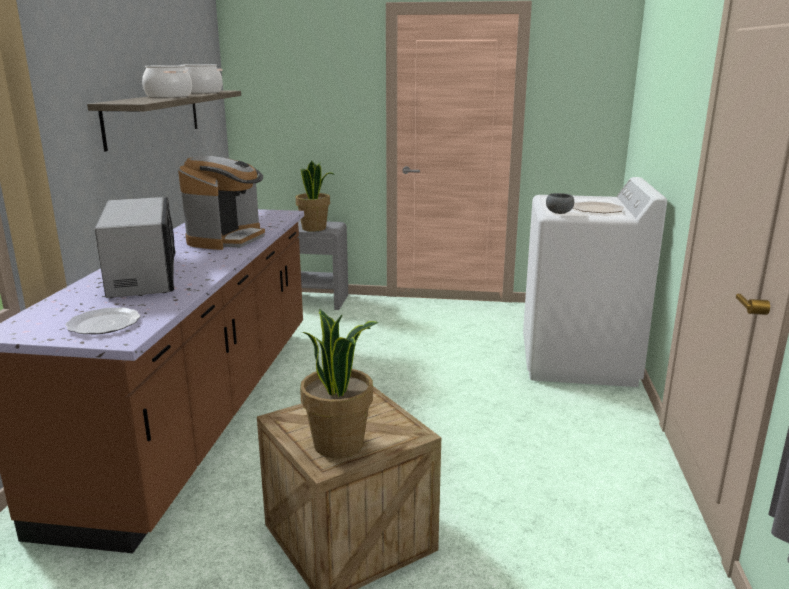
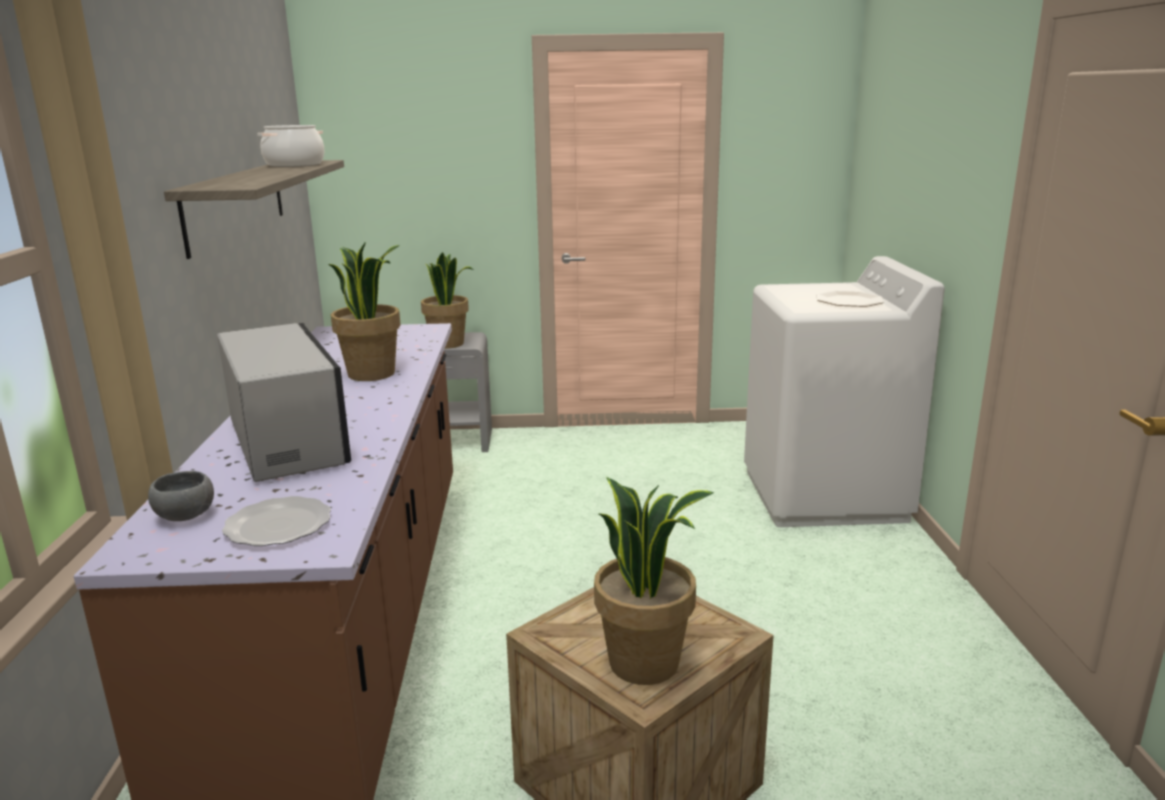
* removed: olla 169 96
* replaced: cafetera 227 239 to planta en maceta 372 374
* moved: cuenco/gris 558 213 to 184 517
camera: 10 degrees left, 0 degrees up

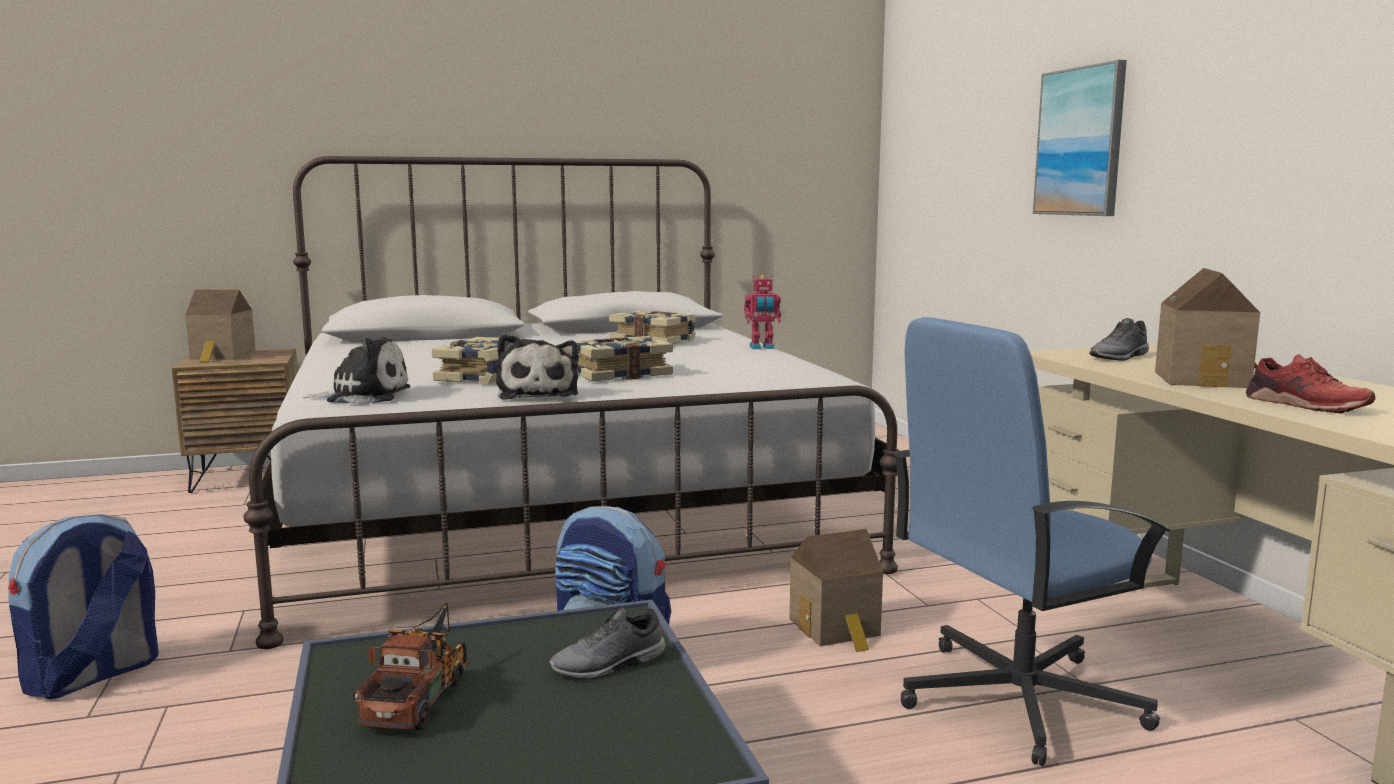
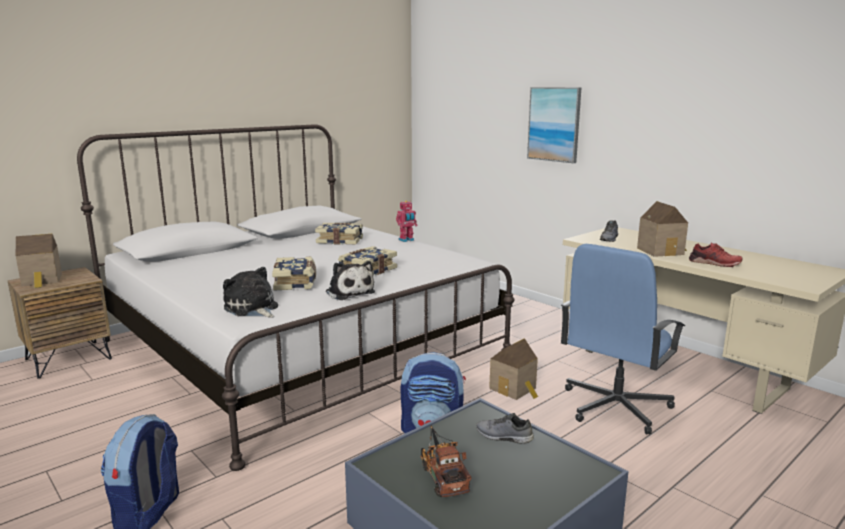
* turned: peluche 364 396 = 252 309 105 degrees counterclockwise
* turned: zapato/gris 609 666 = 503 437 75 degrees clockwise
camera: 25 degrees left, 5 degrees up

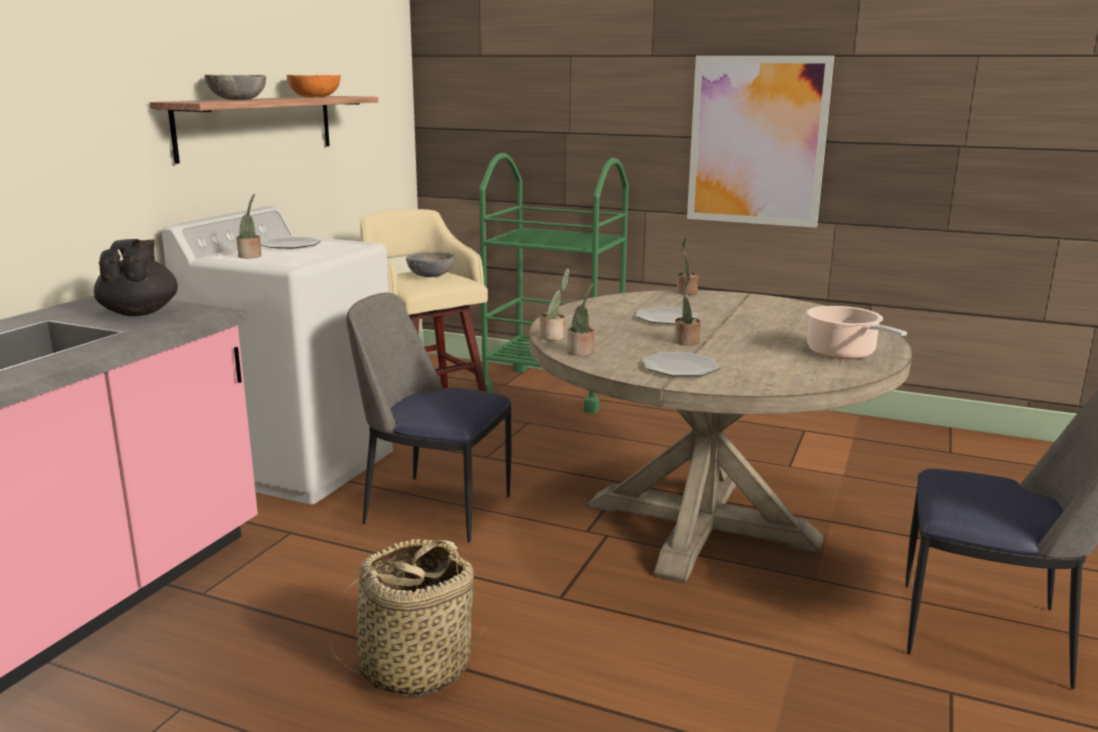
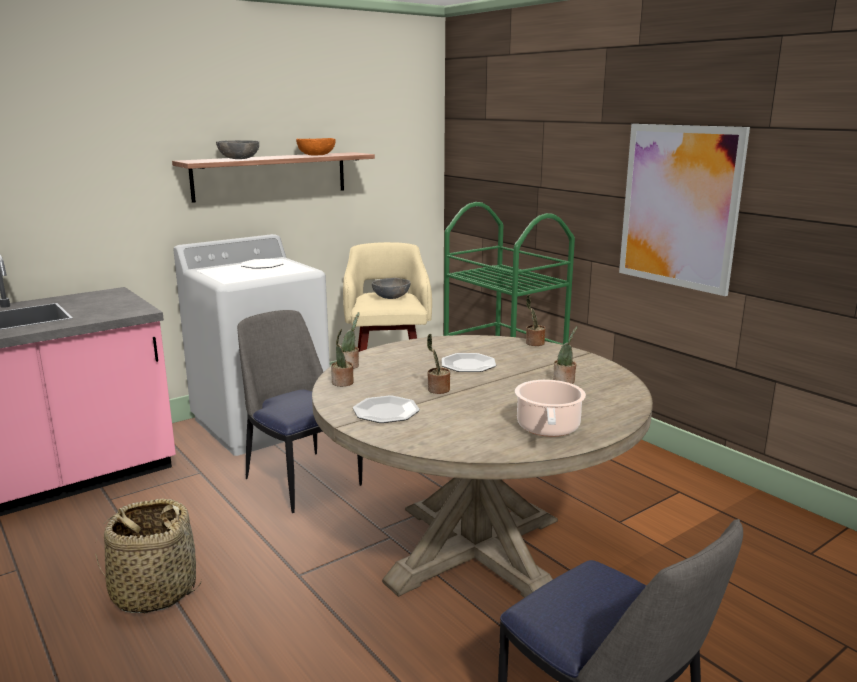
* removed: tetera/negro 140 312
* moved: planta en maceta 251 256 to 564 381
camera: 30 degrees right, 0 degrees up

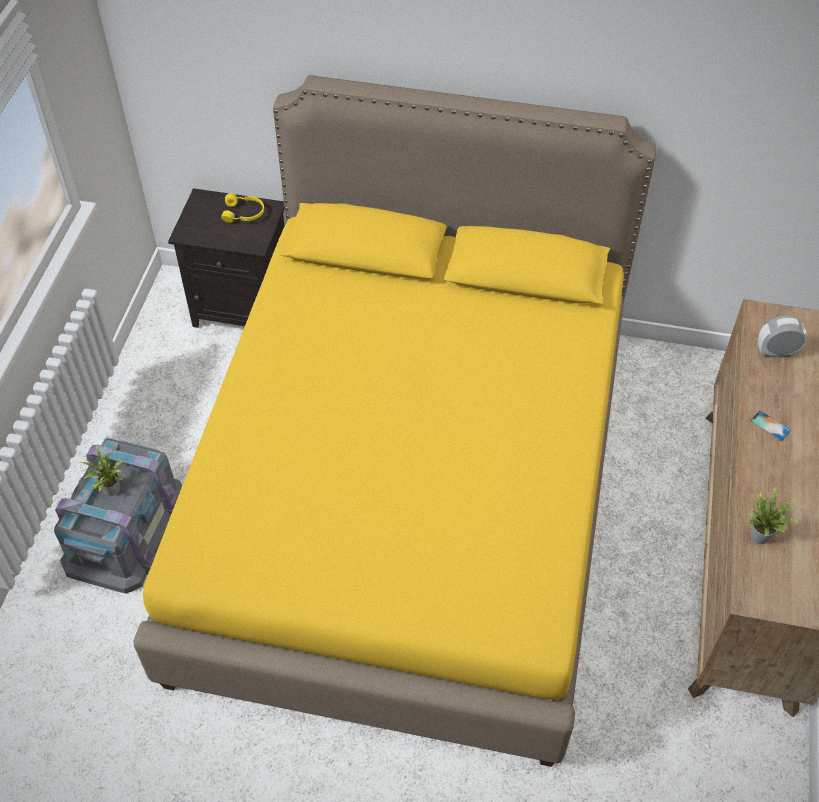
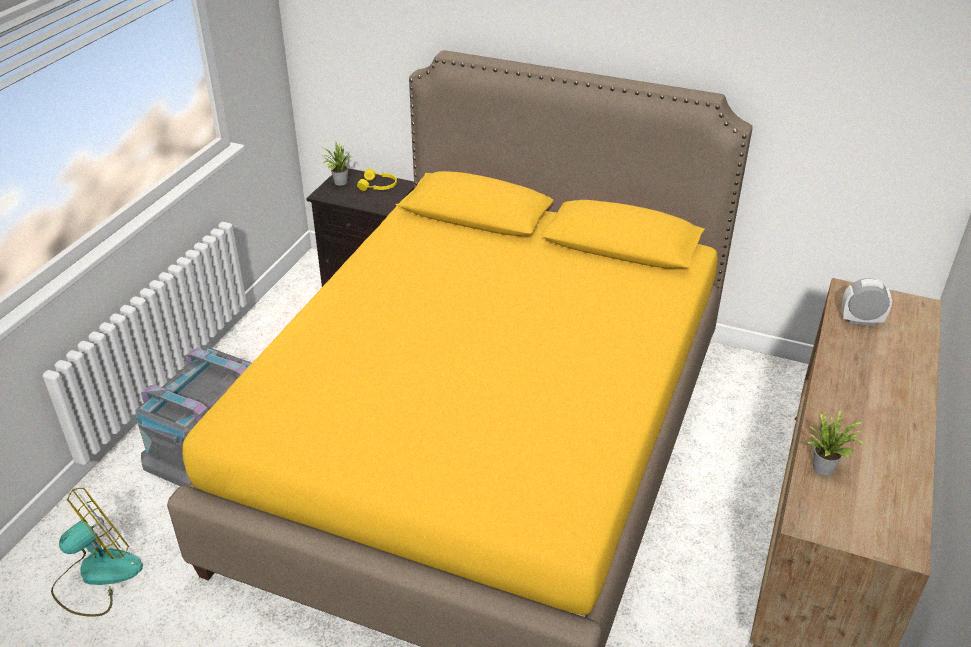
* moved: planta en maceta 109 490 to 339 182
* removed: móvil 770 426
* added: ventilador 97 576
camera: 10 degrees right, 15 degrees down

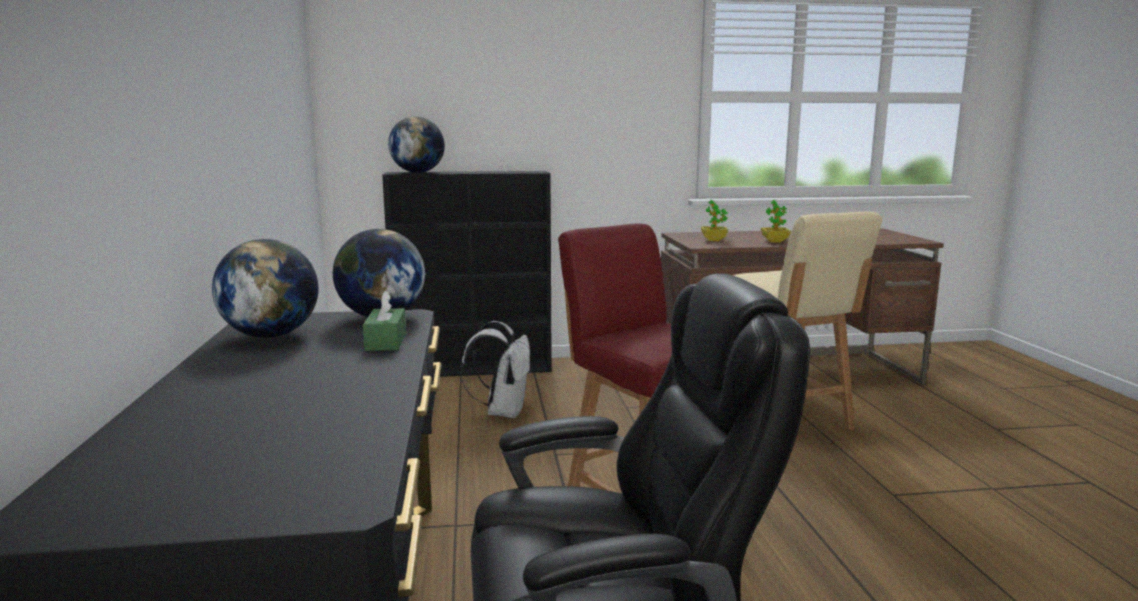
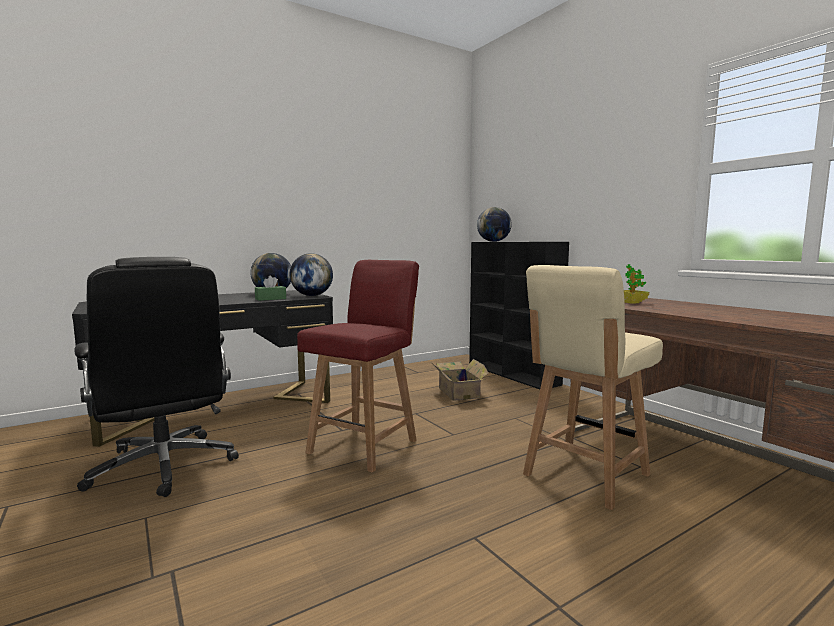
* replaced: mochila/blanco 503 412 to caja de cartón 458 392
* removed: planta en maceta 774 241
camera: 65 degrees right, 5 degrees down

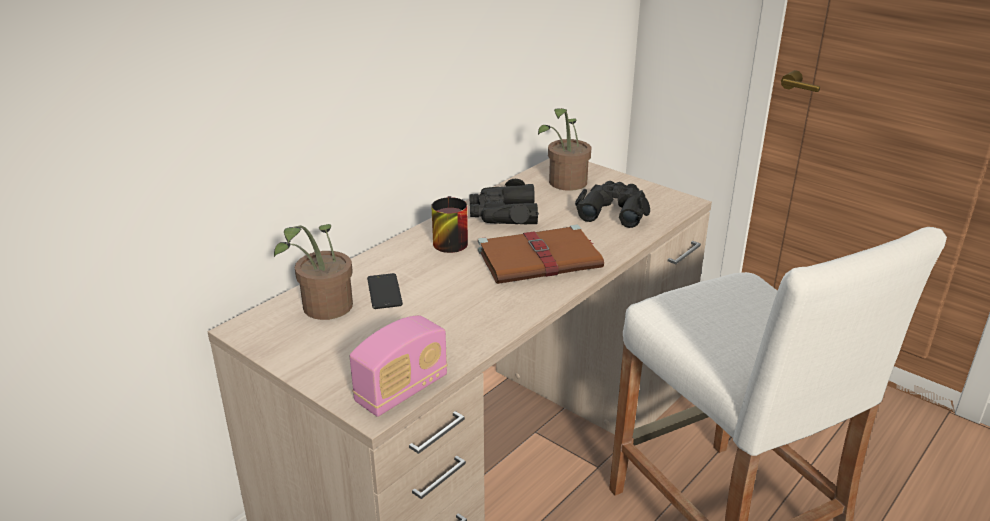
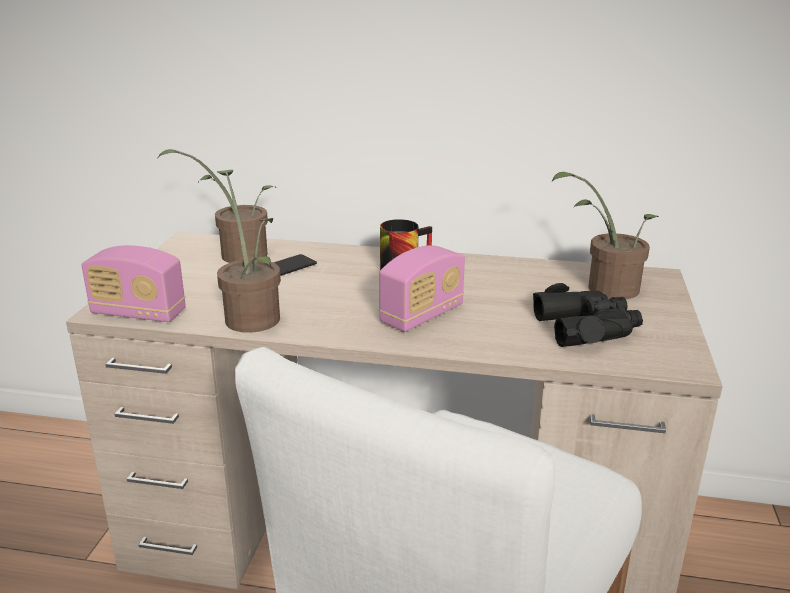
* removed: prismáticos/negro 503 214
* replaced: libro/marrón 541 259 to radio 422 315
* added: planta en maceta 252 315
camera: 60 degrees right, 5 degrees down

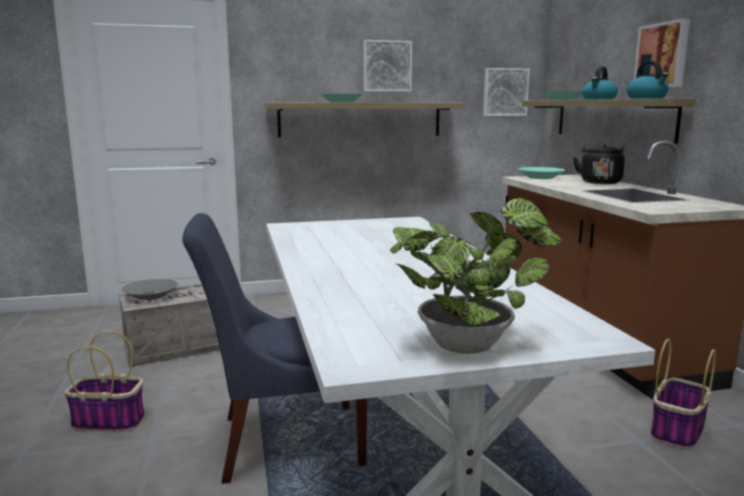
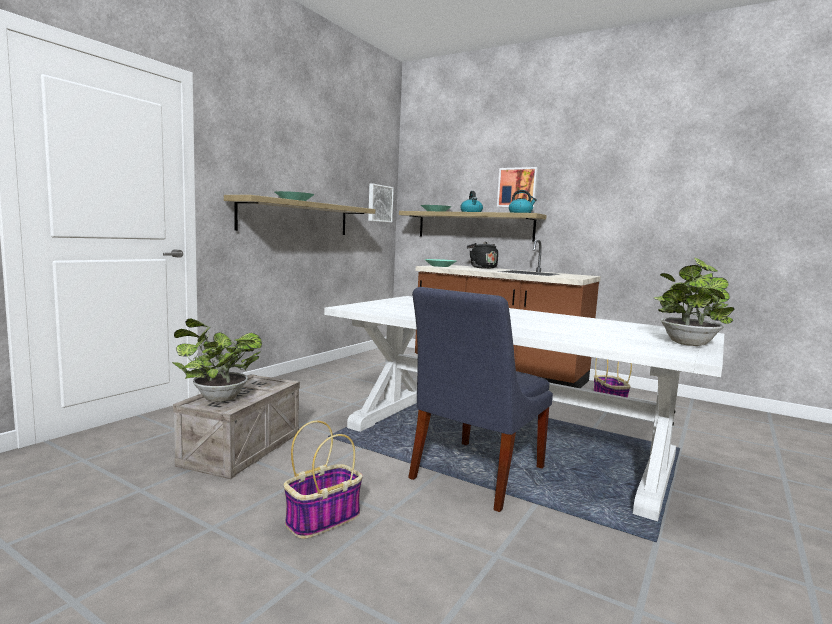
* replaced: cuenco/gris 150 296 to planta en maceta 217 398
* removed: cuadro 386 66
camera: 45 degrees left, 5 degrees down

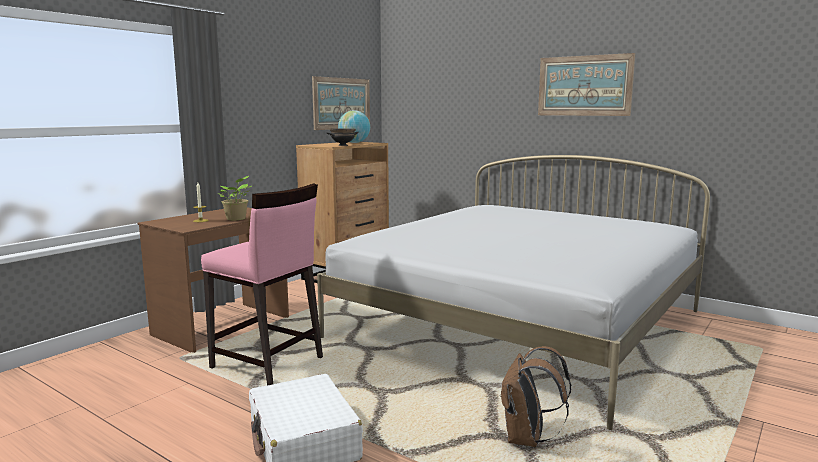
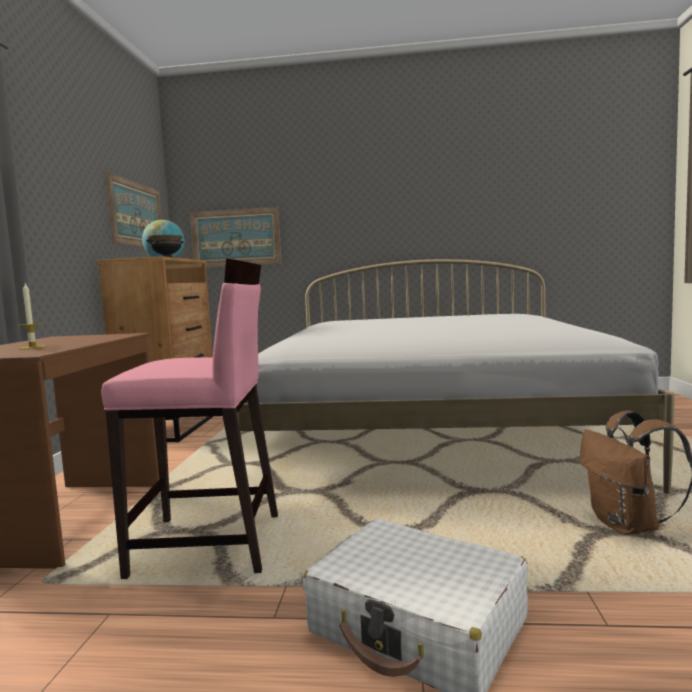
* removed: planta en maceta 236 219
* moved: cuadro 584 86 to 236 238
camera: 30 degrees left, 5 degrees down

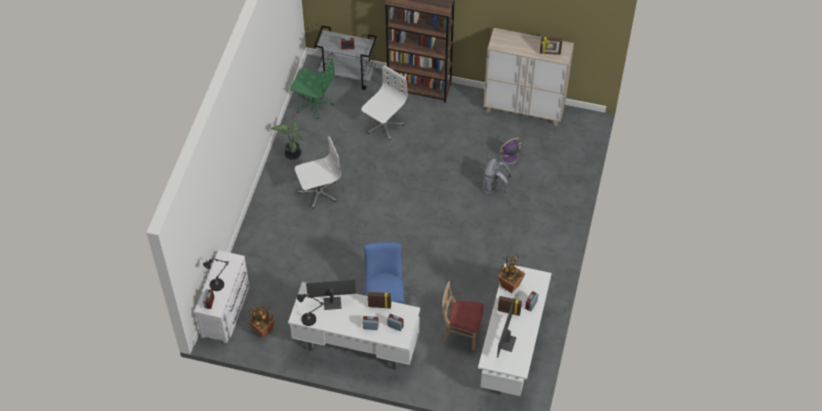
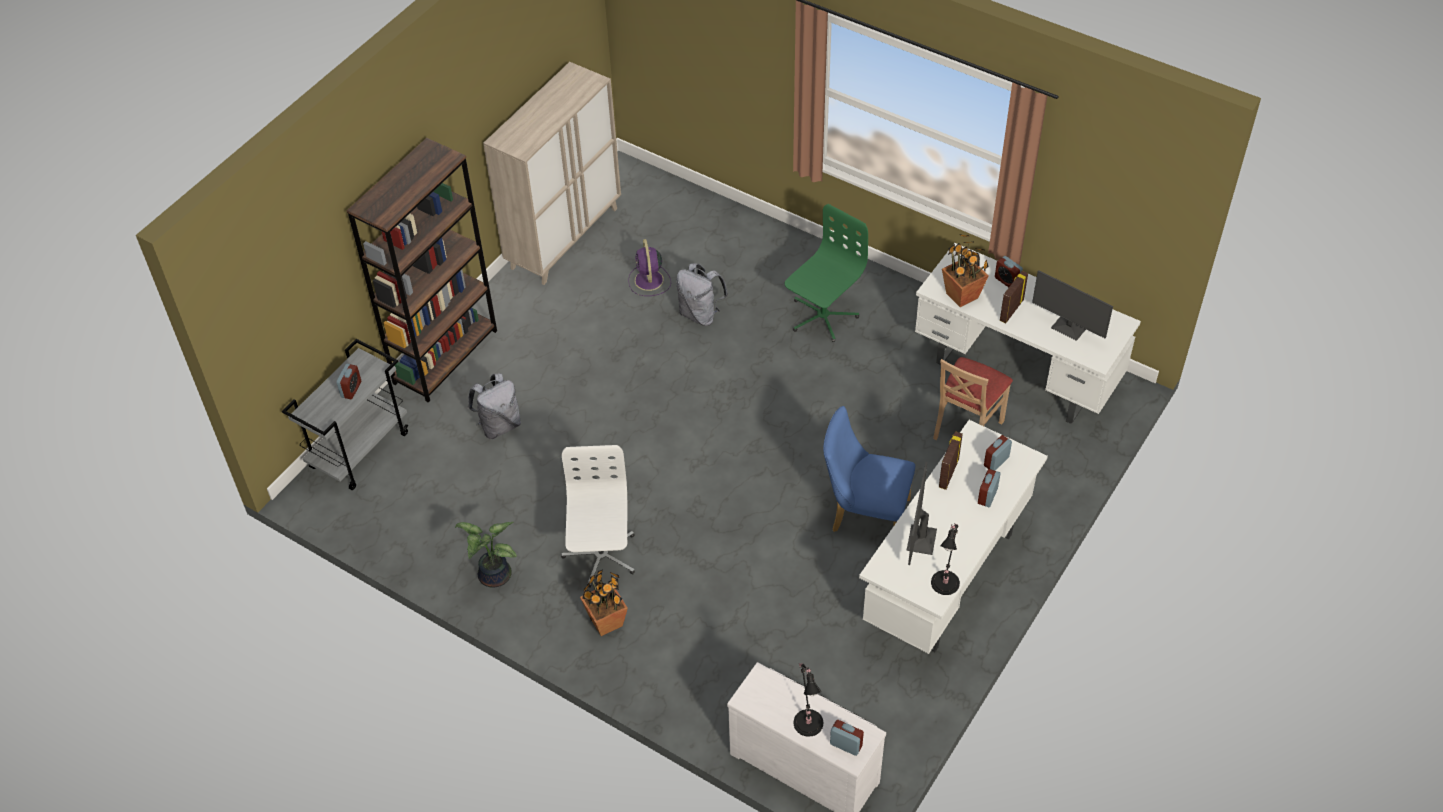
* moved: planta en maceta 263 330 to 606 621
* moved: silla de oficina/verde 313 104 to 822 316
* replaced: silla de oficina/blanco 383 125 to mochila/gris 499 425
* removed: portarretratos 550 53
camera: 70 degrees left, 5 degrees down

